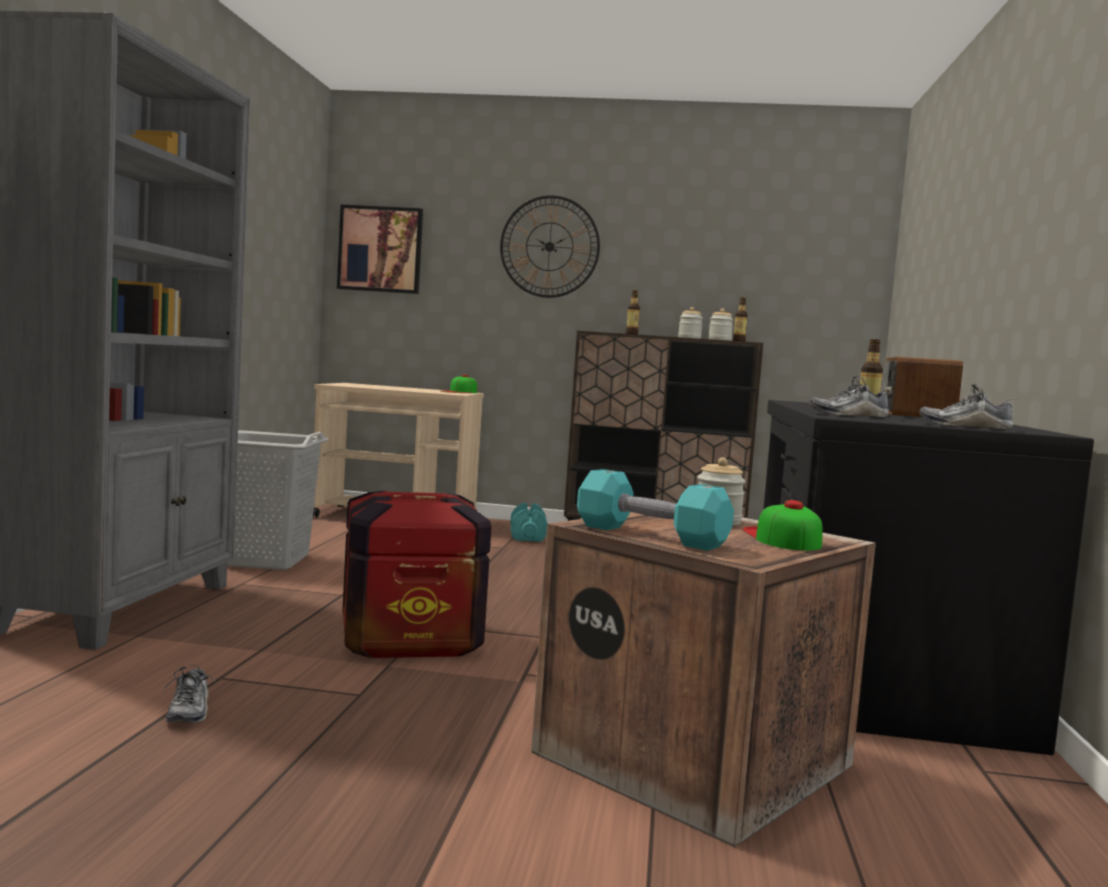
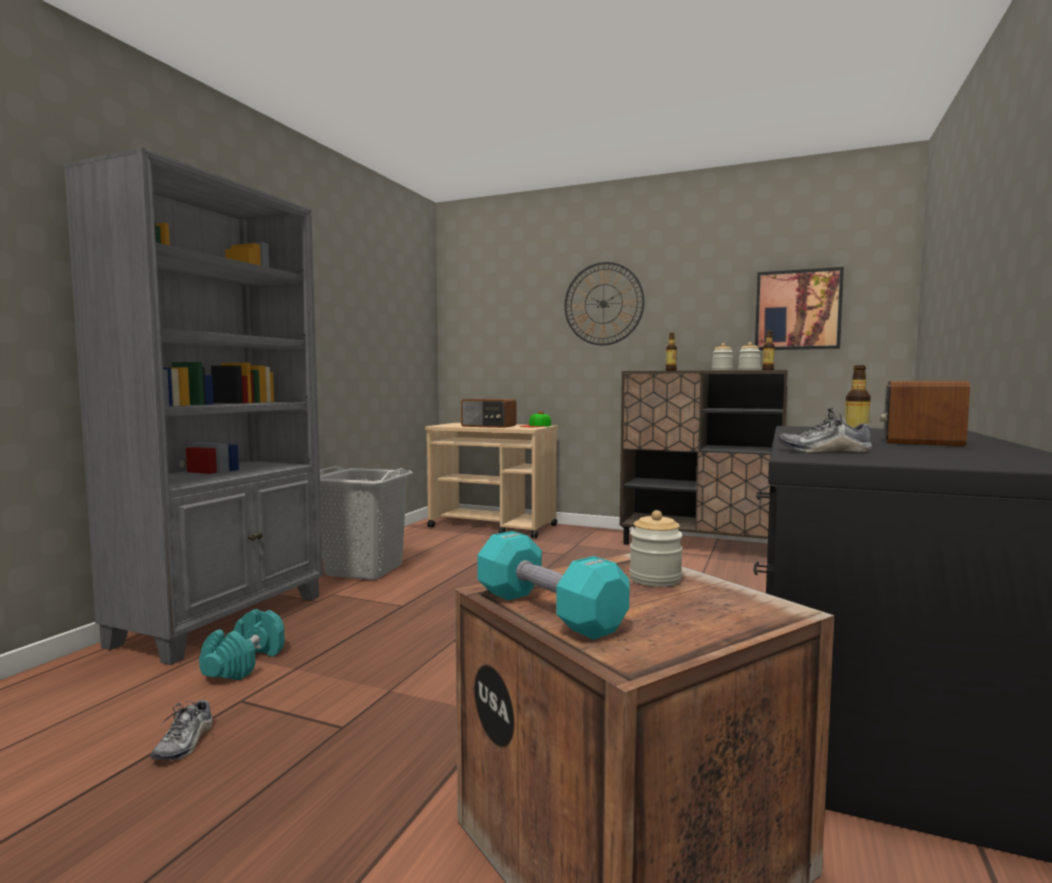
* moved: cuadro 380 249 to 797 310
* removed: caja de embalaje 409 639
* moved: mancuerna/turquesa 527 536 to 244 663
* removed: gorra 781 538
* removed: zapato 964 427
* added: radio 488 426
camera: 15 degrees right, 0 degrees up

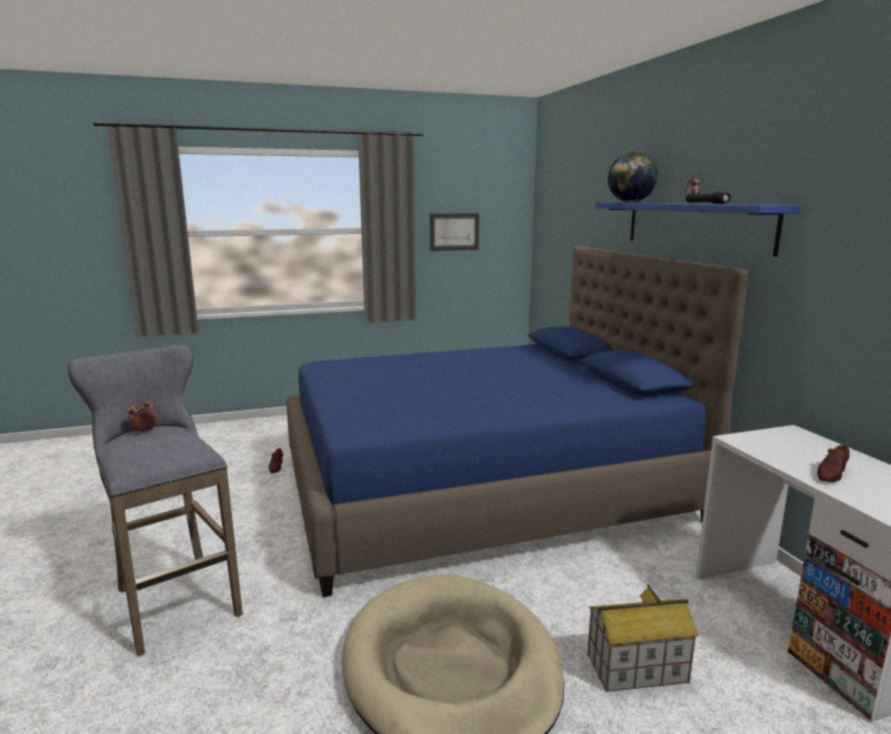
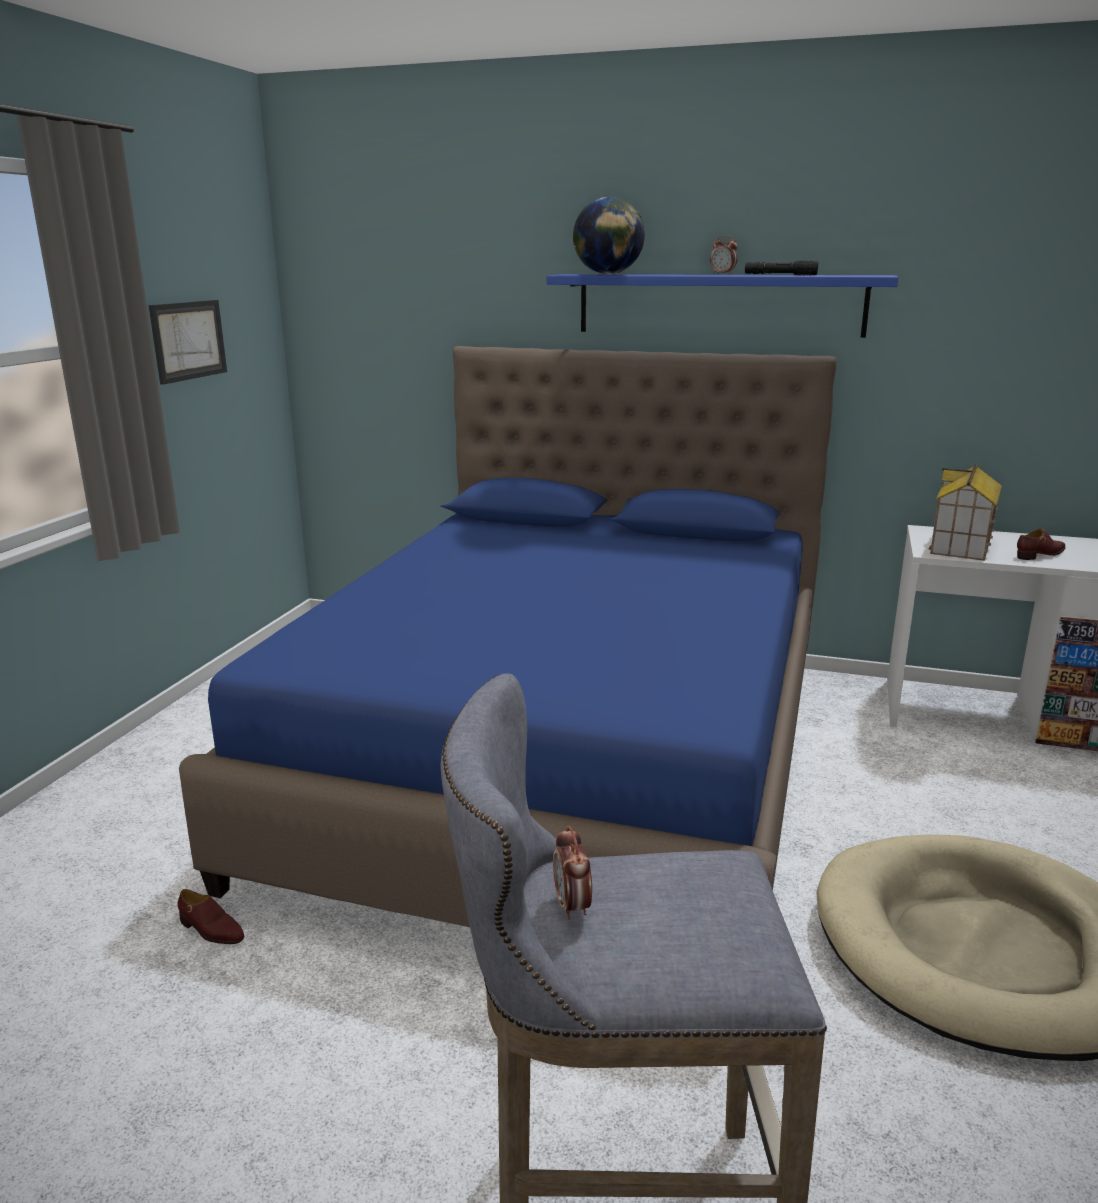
* moved: casita 636 668 to 961 546
* turned: zapato/marrón 831 474 = 1041 555 105 degrees counterclockwise
camera: 55 degrees left, 5 degrees up

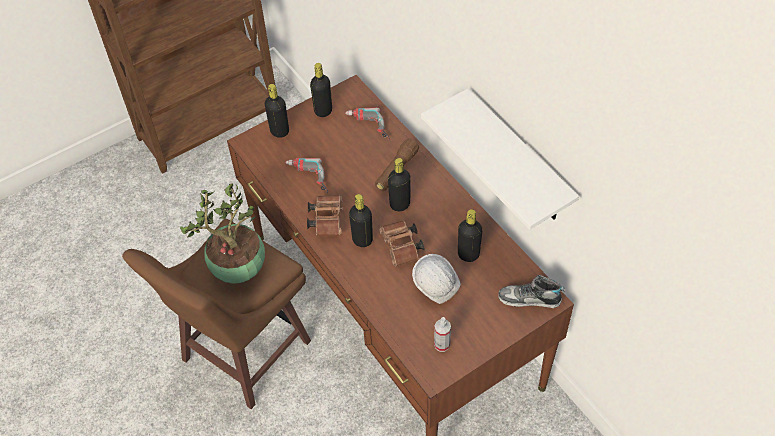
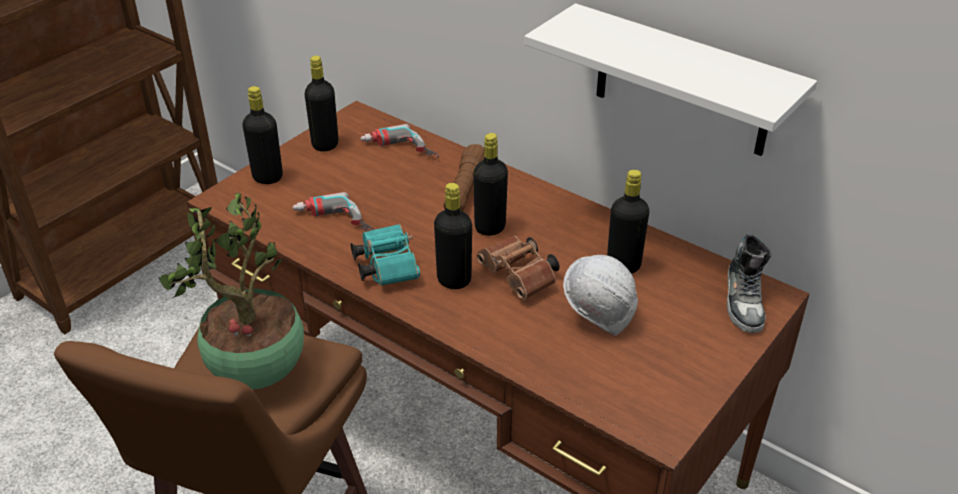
* recoloured: prismáticos/marrón 326 219 to prismáticos/turquesa 386 265
* removed: pulverizador 442 344
* turned: zapato 529 299 = 744 301 75 degrees counterclockwise
camera: 20 degrees left, 15 degrees down

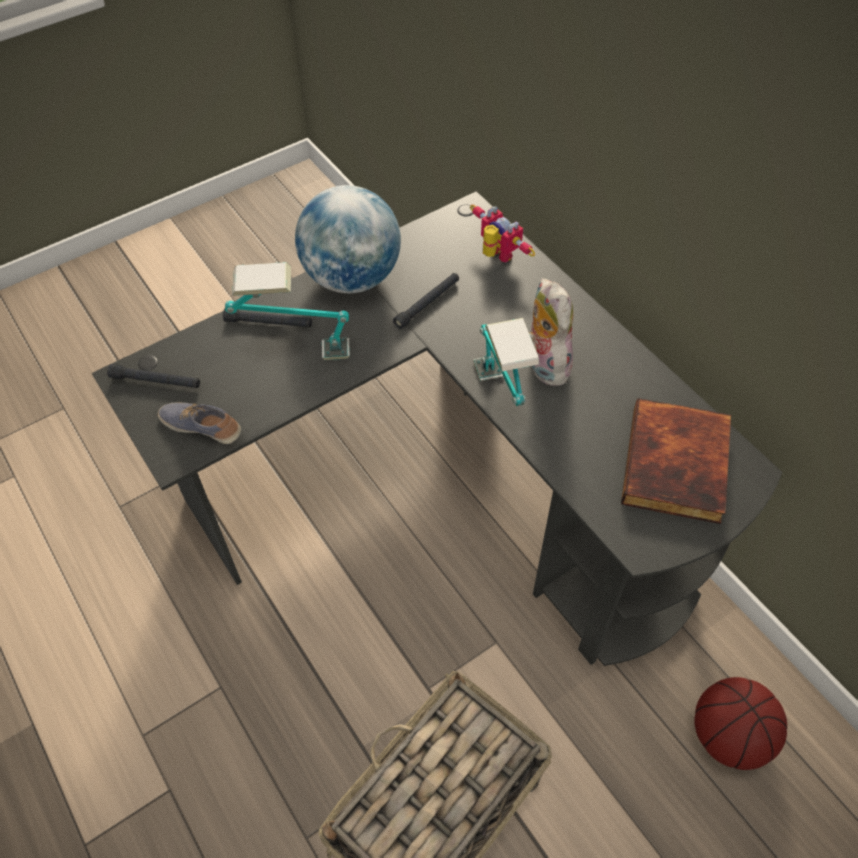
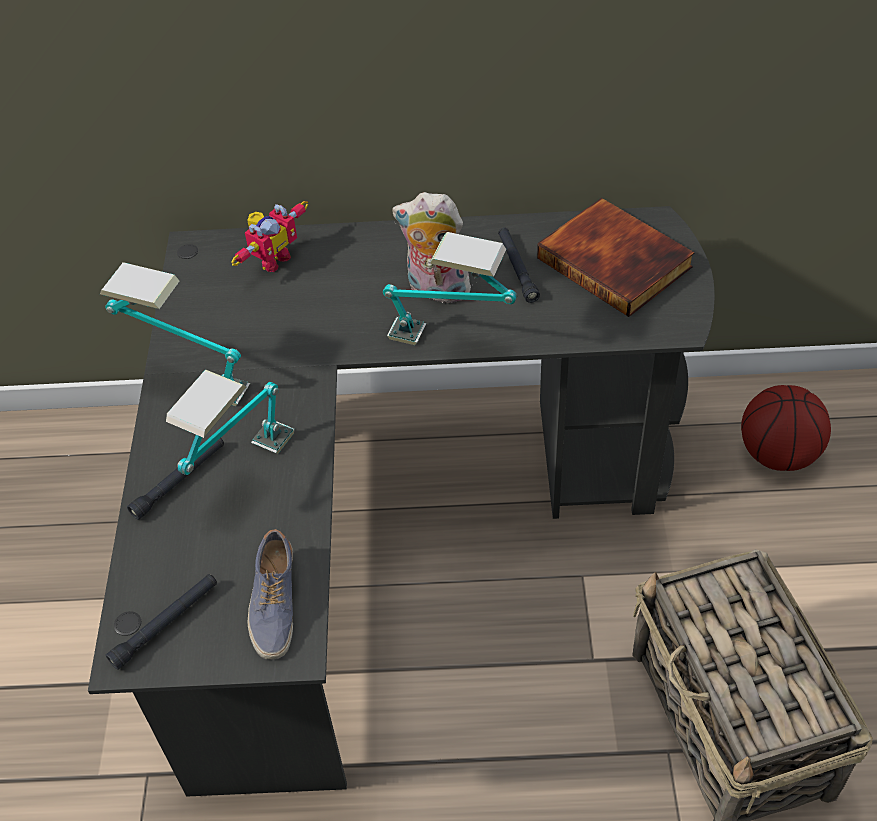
* turned: zapato 202 427 = 274 604 60 degrees counterclockwise
* replaced: globo terráqueo 352 278 to lámpara de mesa 187 381
* moved: linterna/negro 427 304 to 517 268
* turned: robot de juguete 496 256 = 271 259 135 degrees clockwise
camera: 55 degrees left, 5 degrees down

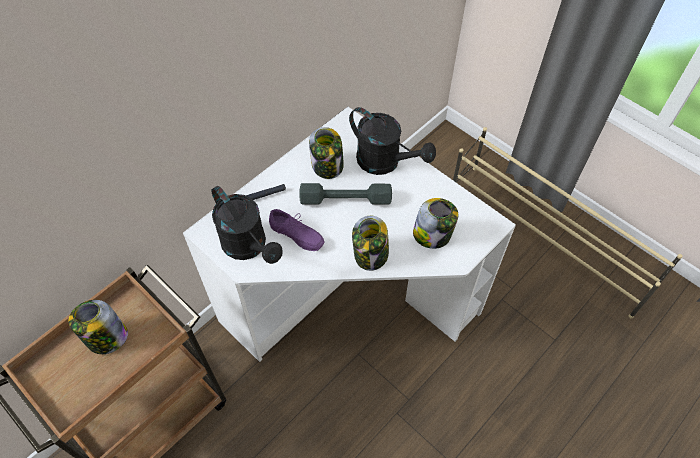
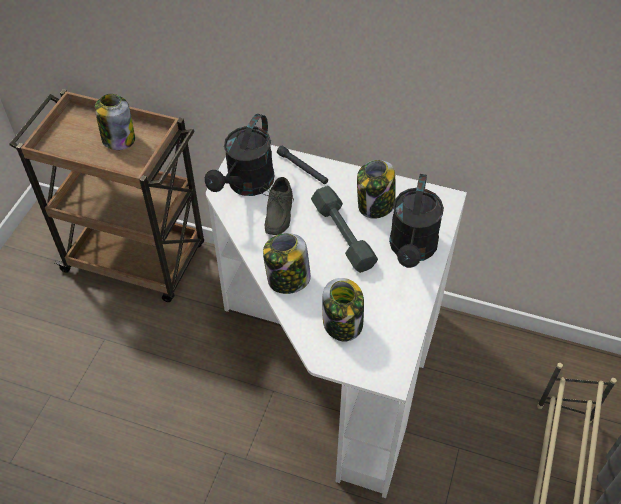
* recoloured: zapato/morado 295 236 to zapato/gris 276 213
camera: 65 degrees right, 5 degrees down

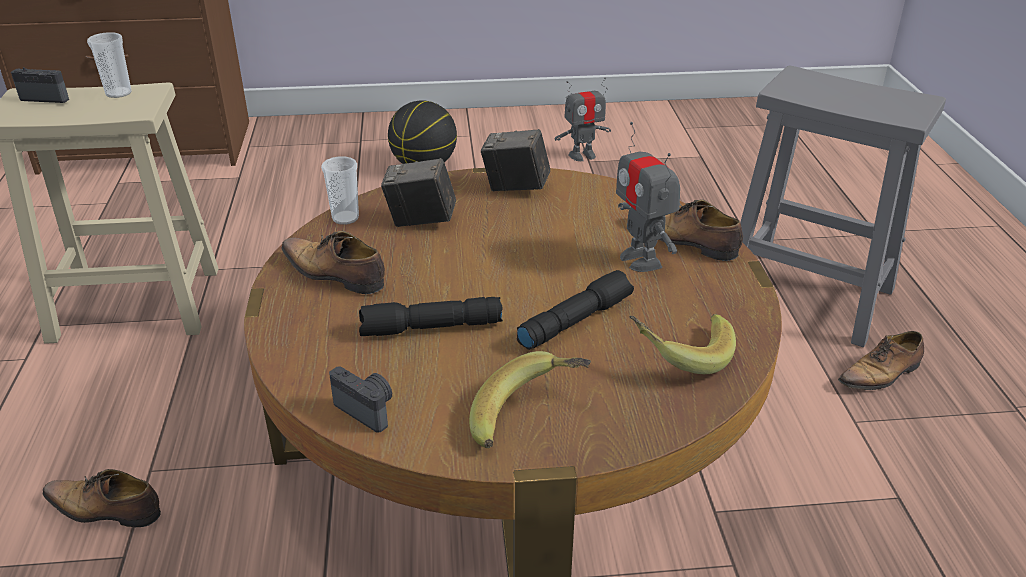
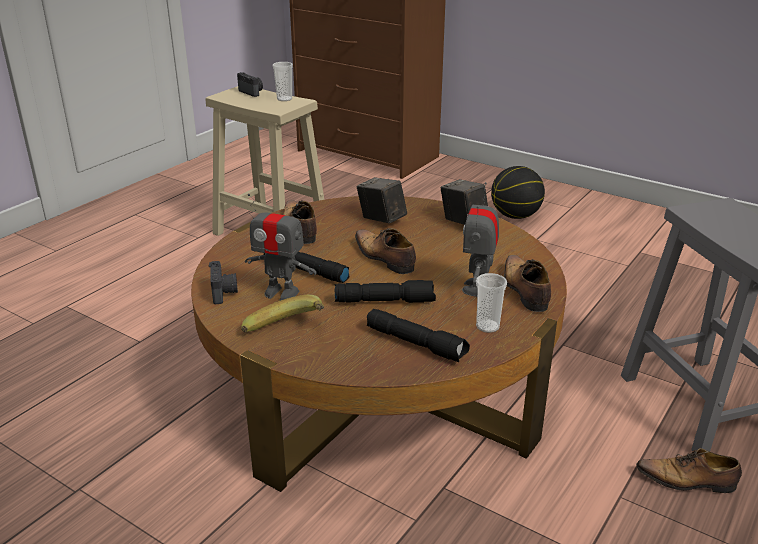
* moved: zapato 106 510 to 384 258
* moved: taza 345 218 to 487 326
* moved: robot de juguete 582 155 to 281 292
* replaced: plátano 680 354 to linterna/negro 417 343
camera: 40 degrees right, 5 degrees down

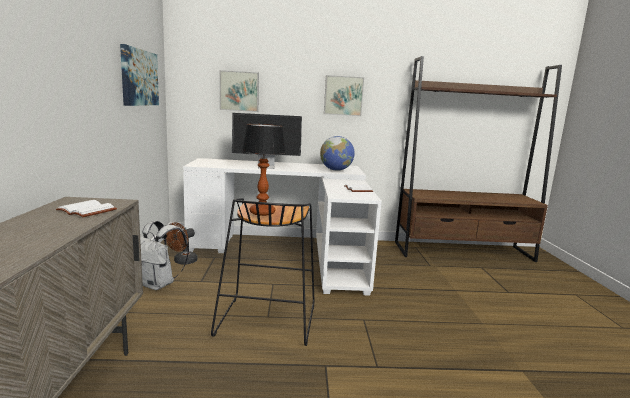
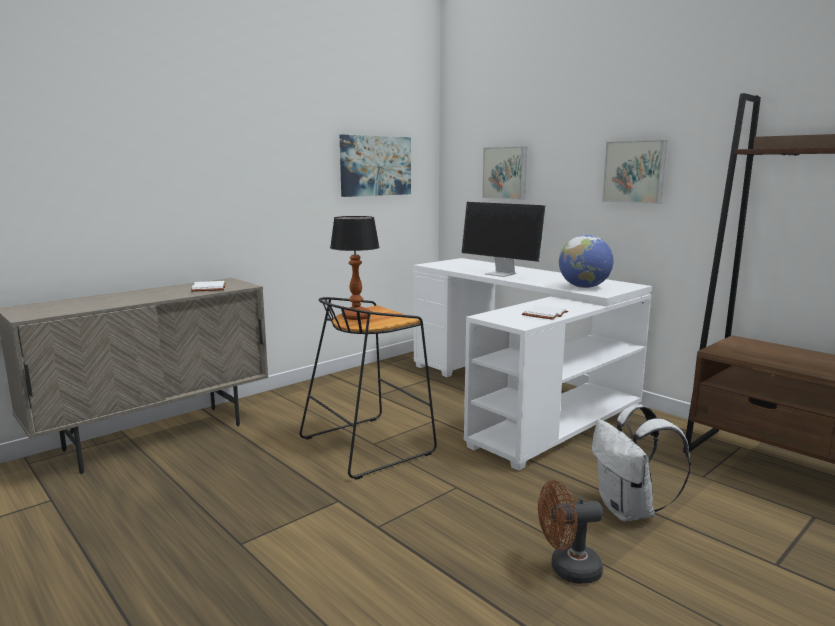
* moved: mochila/blanco 158 284 to 629 511
* moved: ventilador/marrón 182 262 to 567 570
camera: 50 degrees right, 0 degrees up

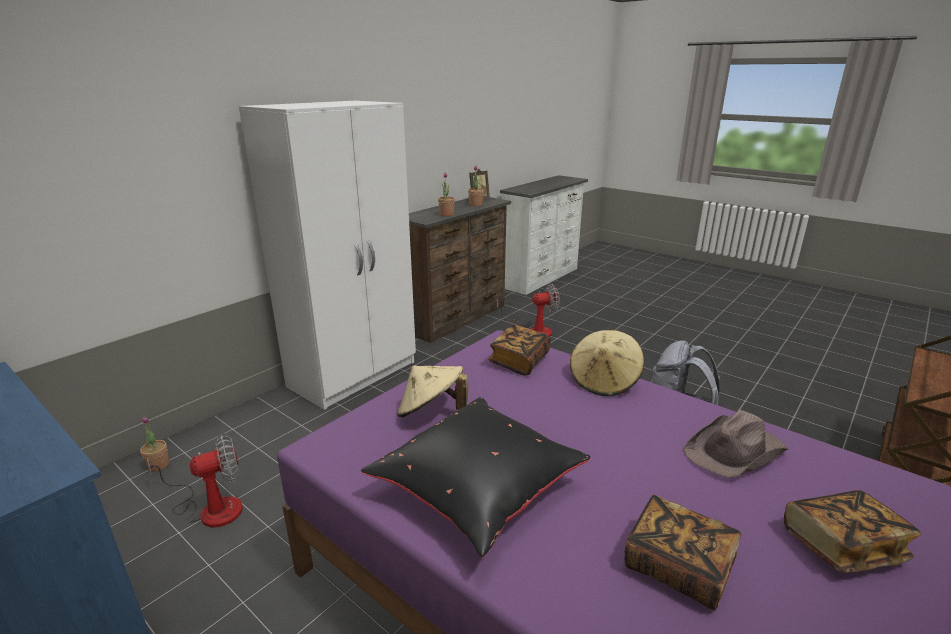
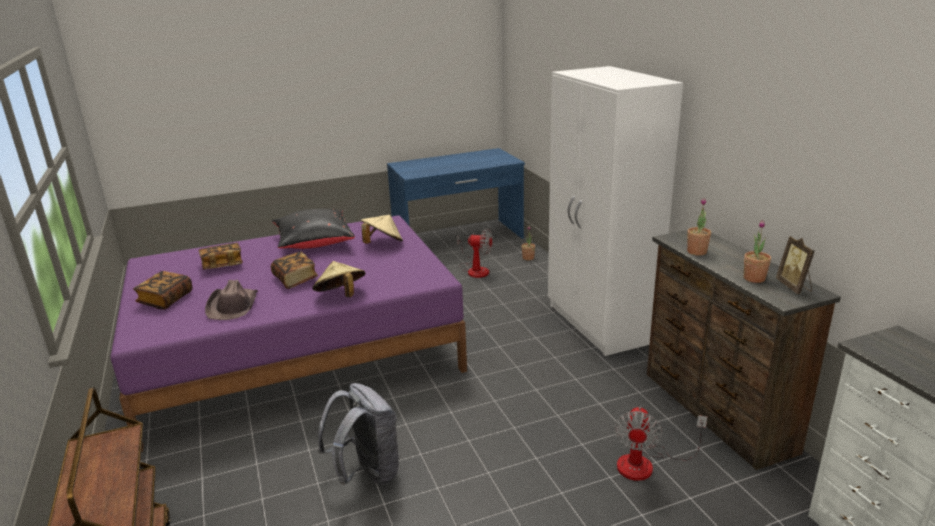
* turned: ventilador 211 508 = 475 269 75 degrees counterclockwise
* moved: libro 519 361 to 295 279
camera: 120 degrees right, 0 degrees up

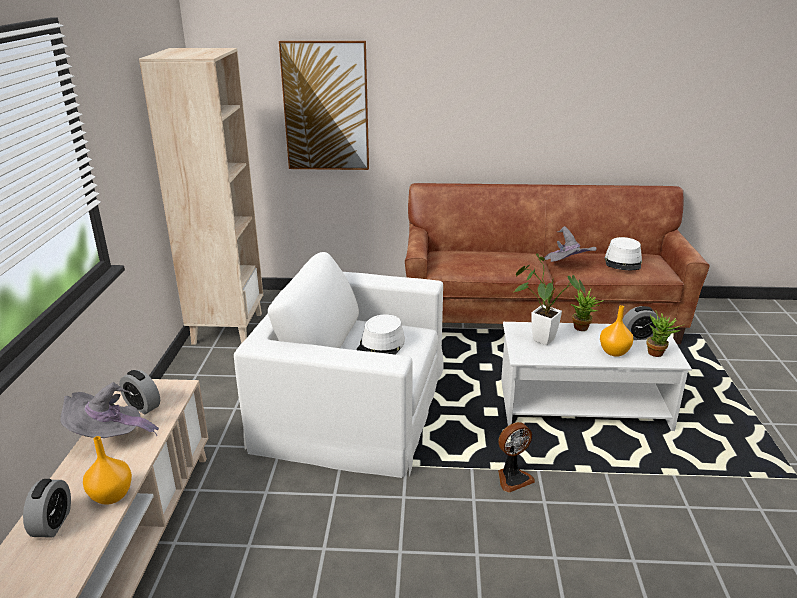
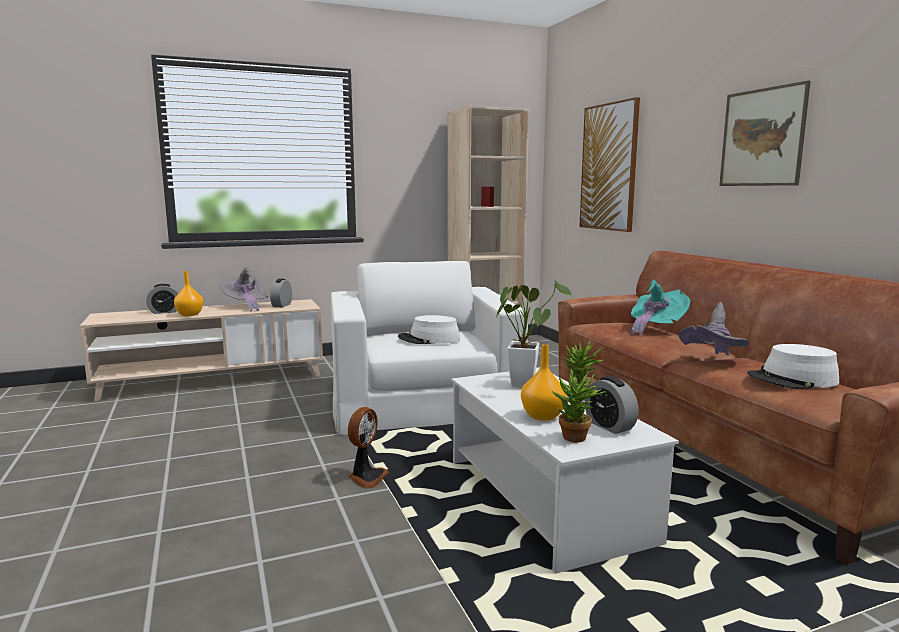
* turned: ventilador 513 478 = 366 477 105 degrees counterclockwise
* added: sombrero/turquesa 655 329
* added: cuadro 762 137
camera: 65 degrees right, 15 degrees down

